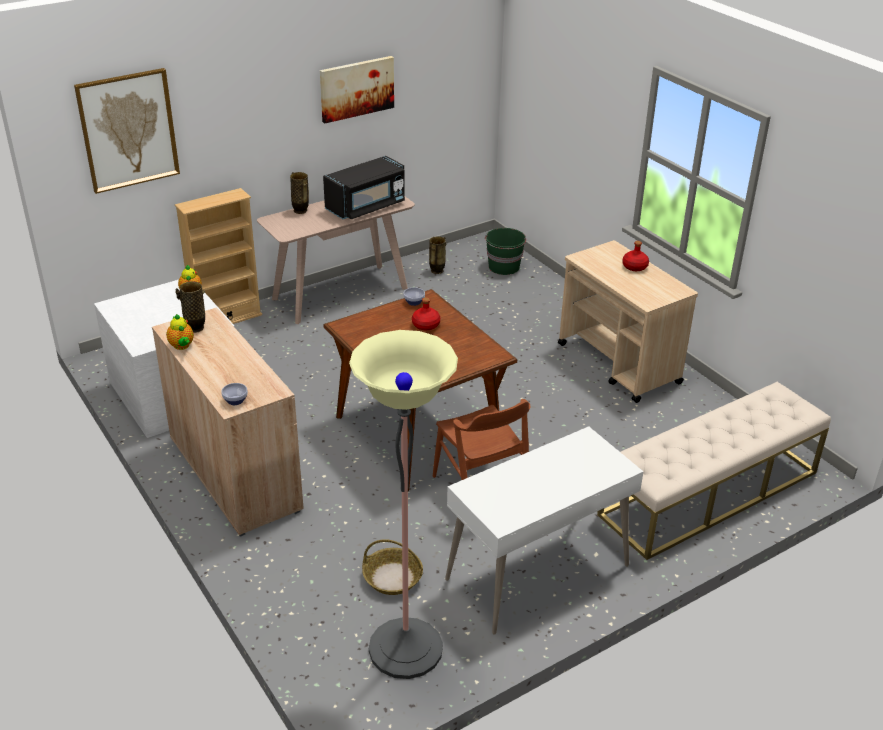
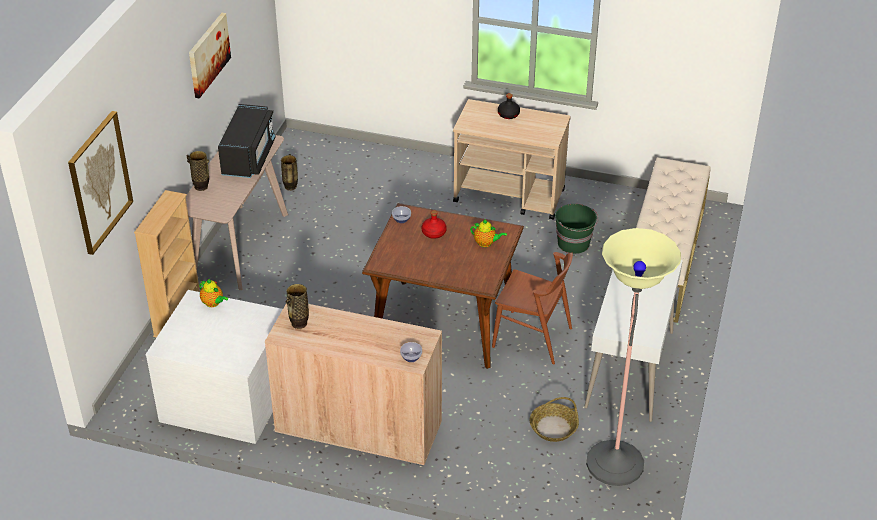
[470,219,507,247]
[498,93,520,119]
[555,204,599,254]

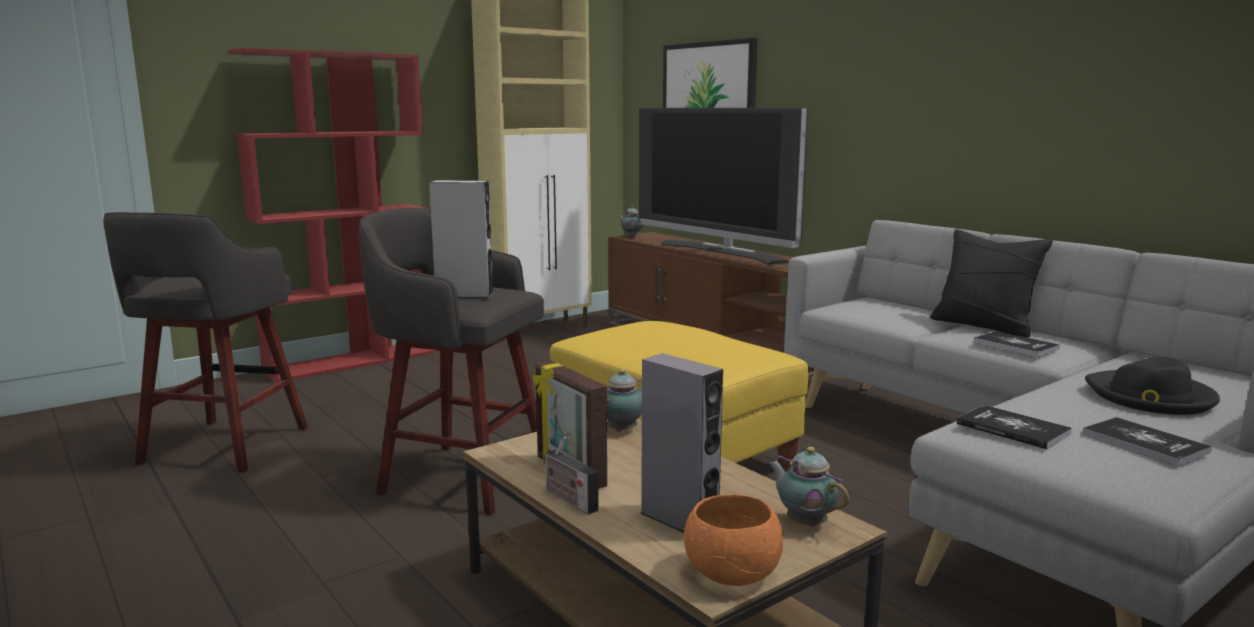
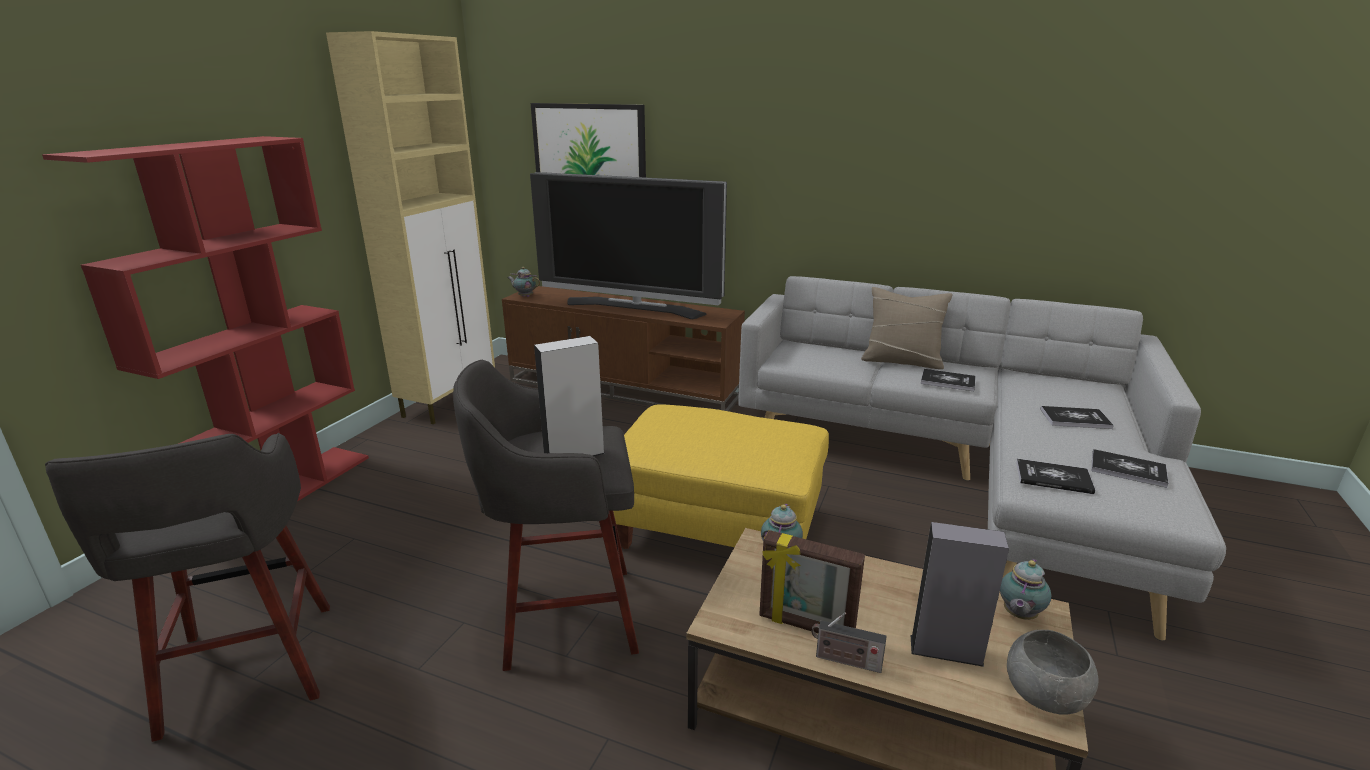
[861,287,953,369]
[1000,559,1051,620]
[1007,630,1098,714]
[1040,406,1114,429]

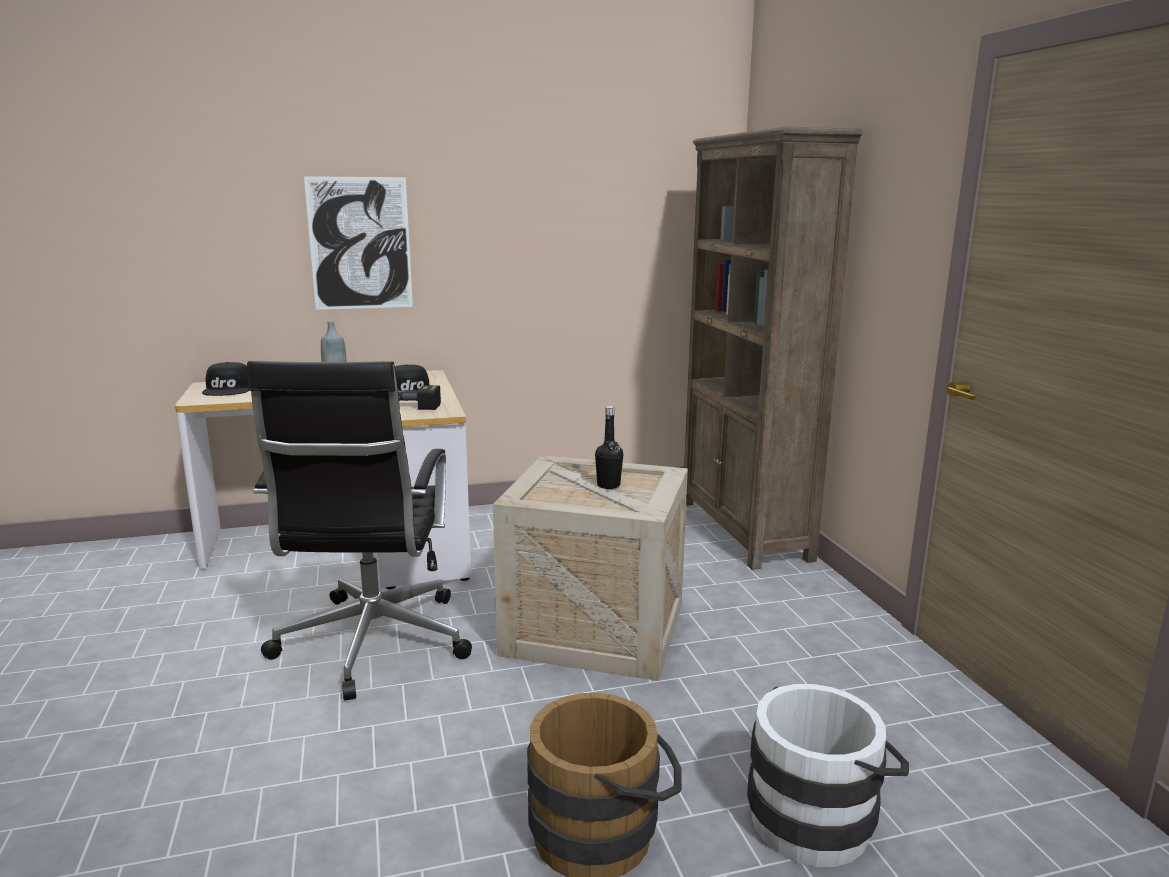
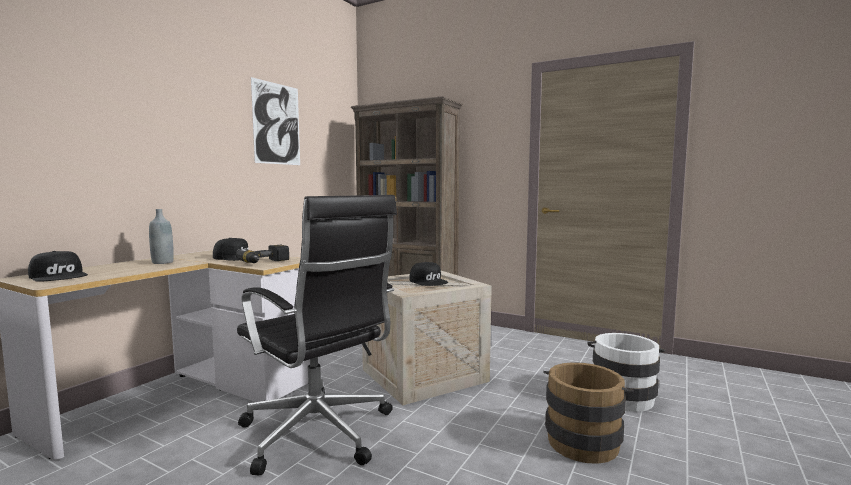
[251,77,300,165]
[409,262,448,286]

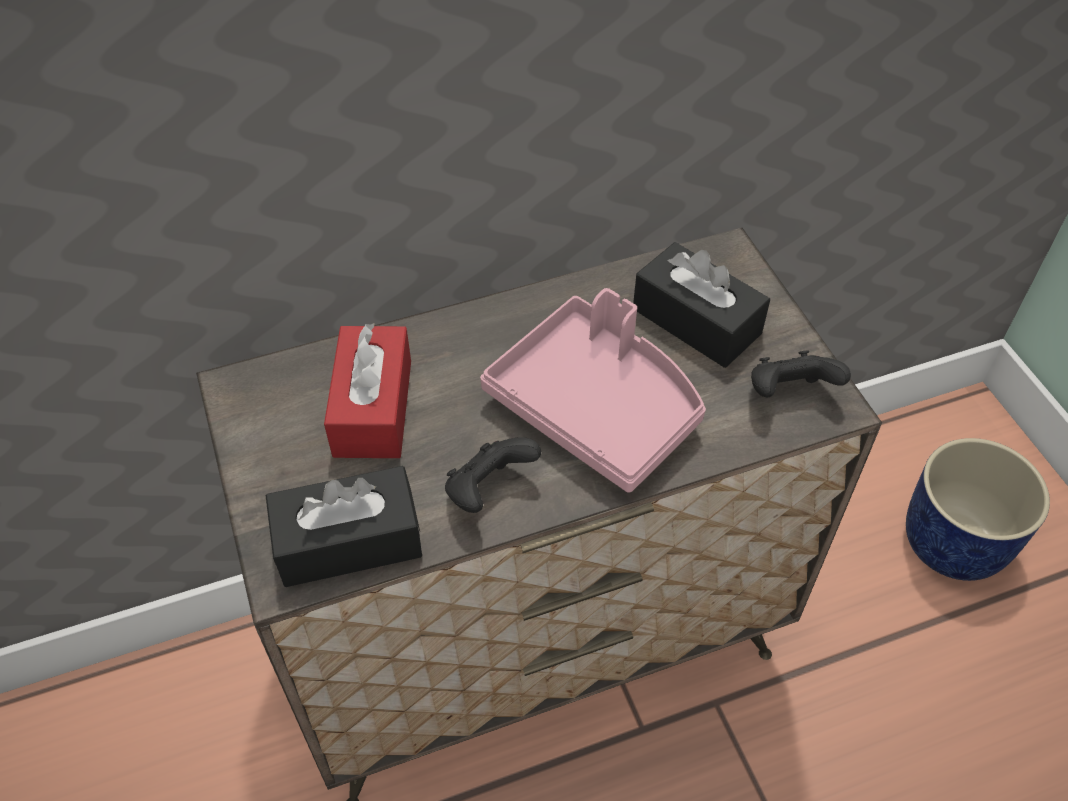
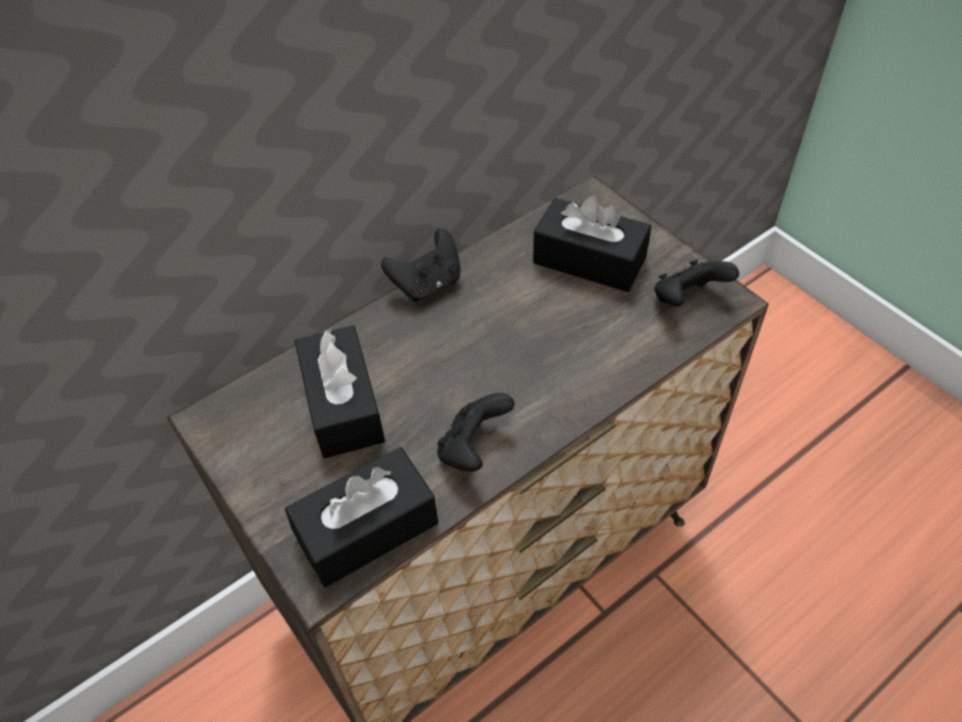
[295,325,385,458]
[381,228,461,302]
[480,288,706,492] (first image)
[906,438,1050,581] (first image)

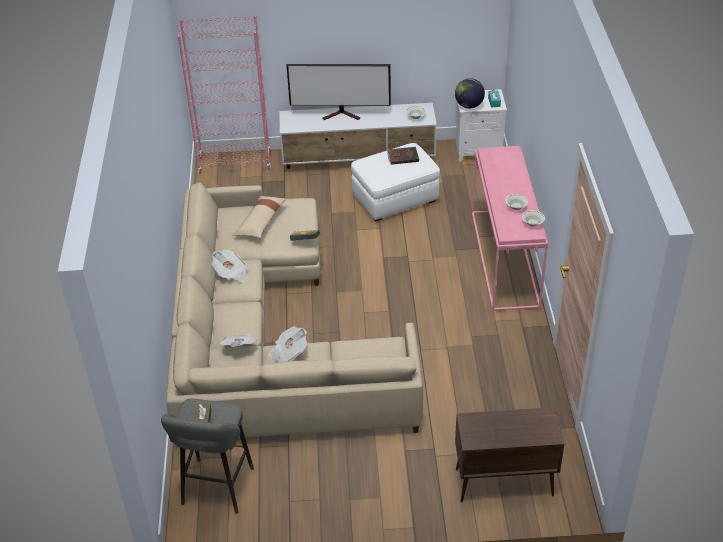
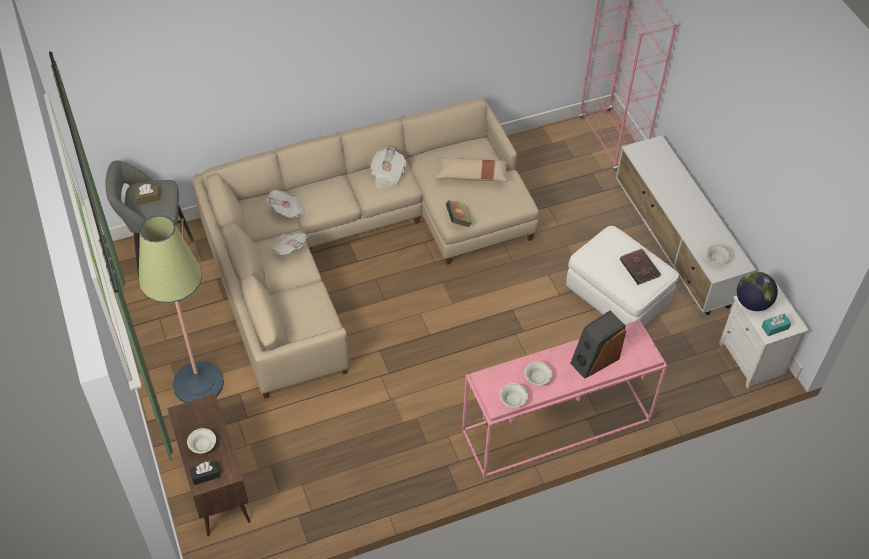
[138,215,224,403]
[187,428,216,453]
[190,460,220,485]
[570,310,626,379]
[286,64,391,120] (first image)

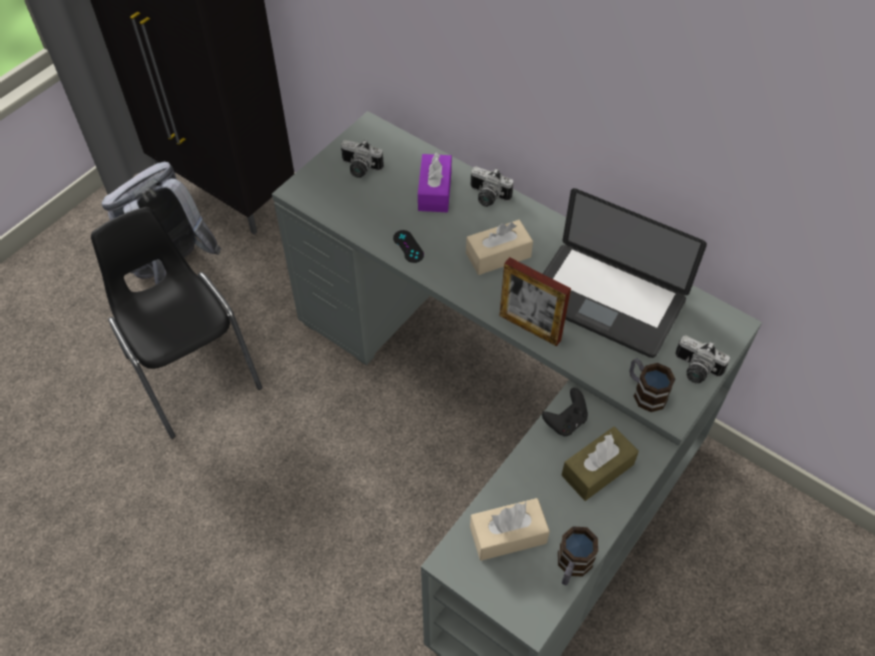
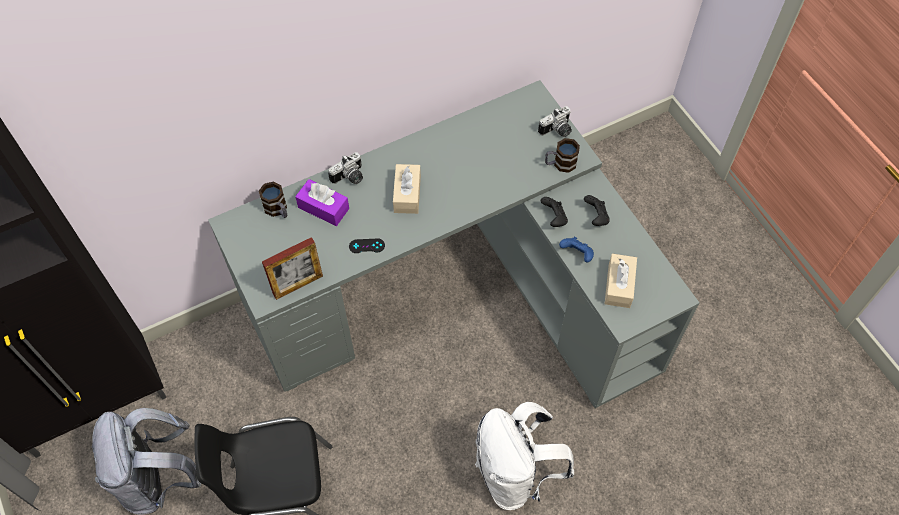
[259,182,287,218]
[262,237,323,300]
[475,402,574,510]
[559,237,594,262]
[584,195,610,226]
[341,140,384,178] (first image)
[543,188,707,358] (first image)

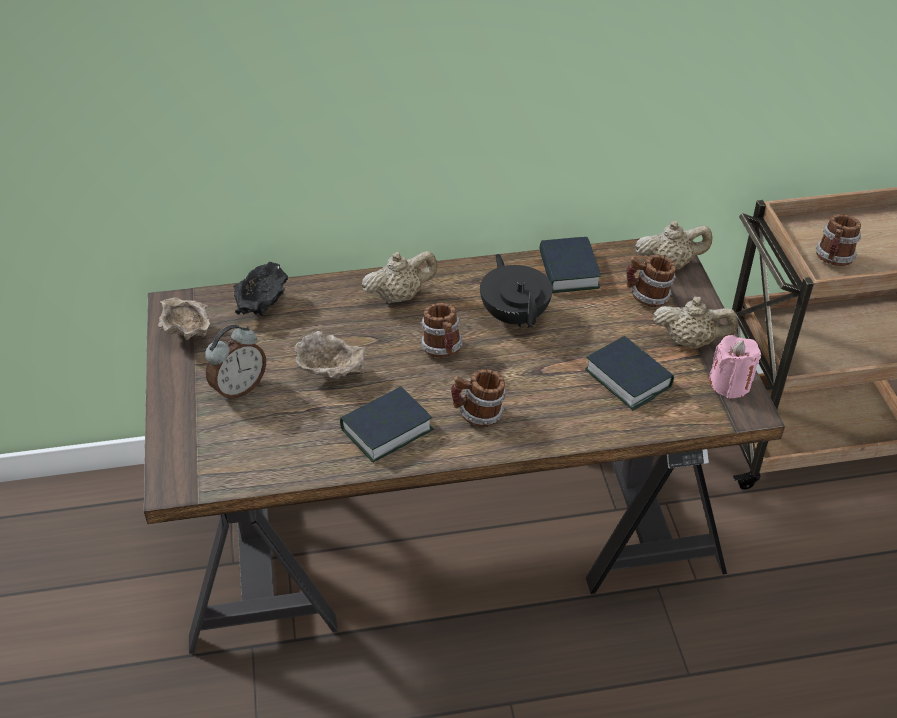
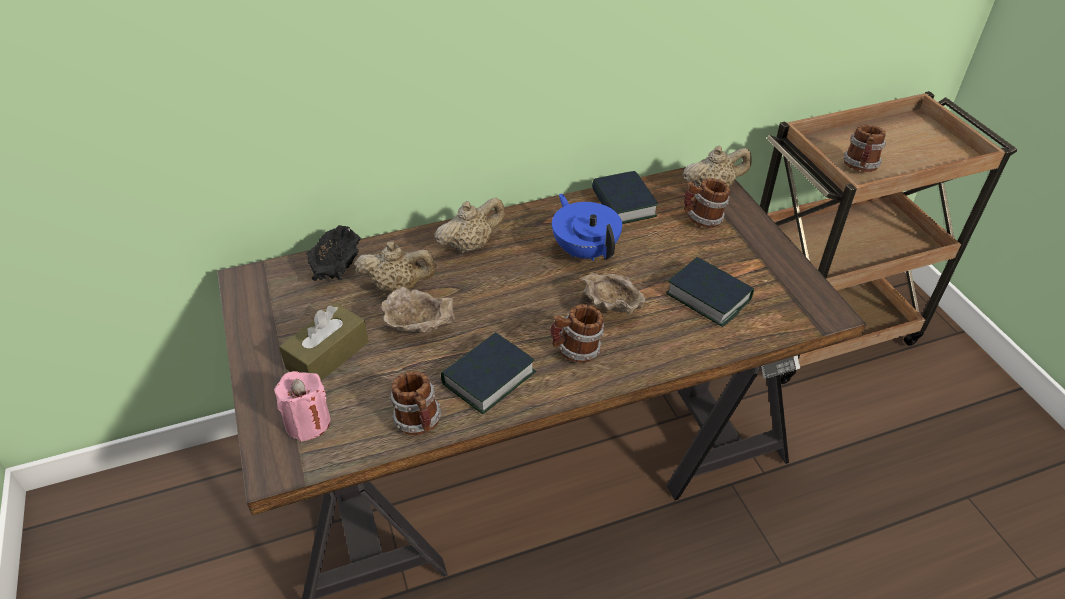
[274,371,331,442]
[279,303,369,381]
[355,241,437,292]
[389,371,441,435]
[552,194,622,261]
[581,273,645,315]

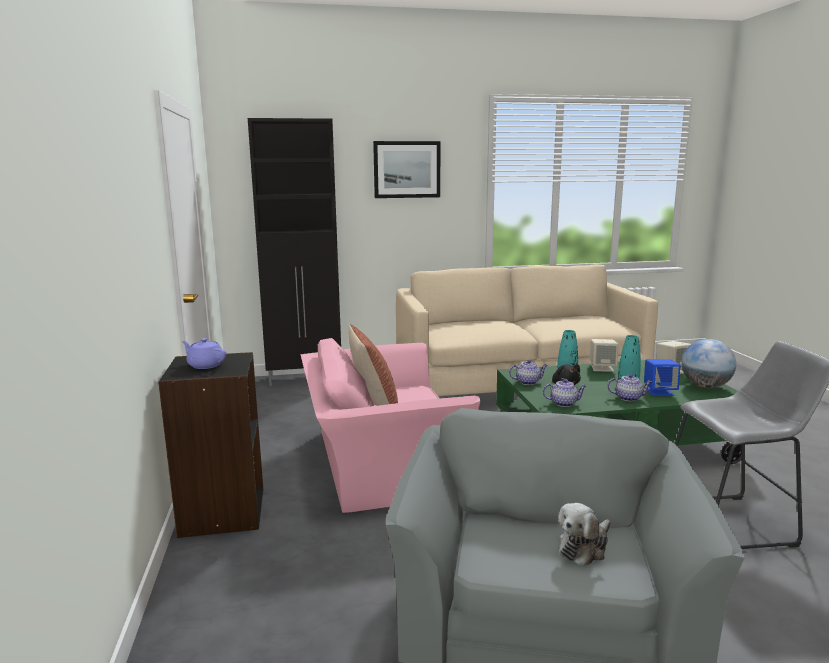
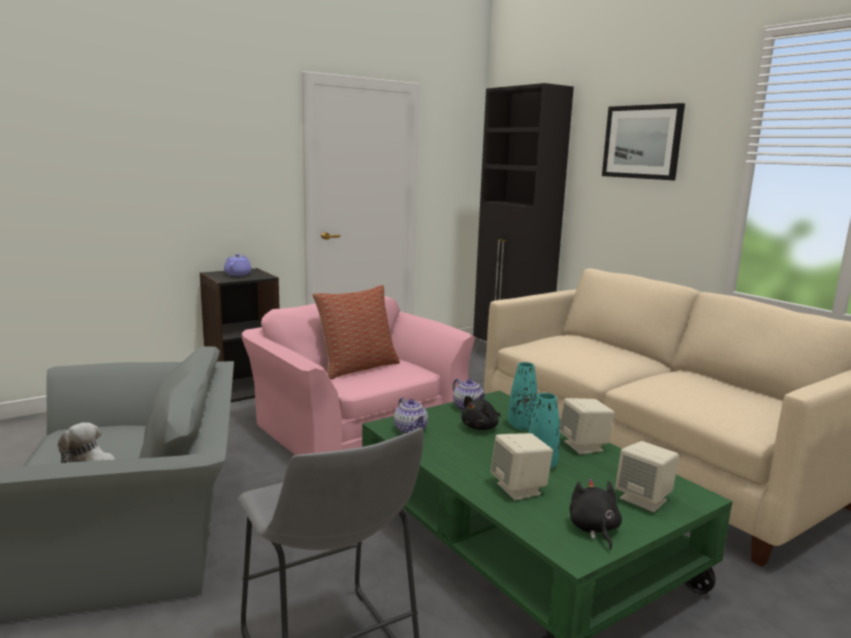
[491,433,553,500]
[570,479,622,550]
[607,374,652,401] (first image)

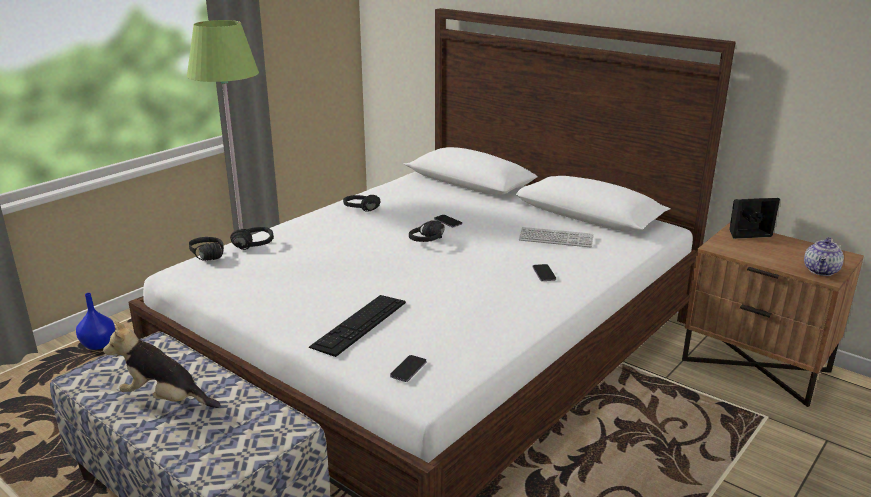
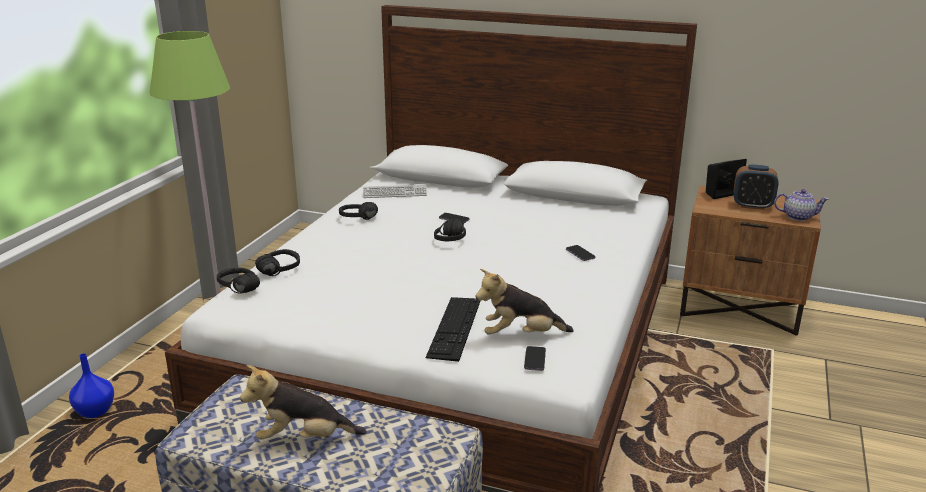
[363,185,427,198]
[476,269,574,335]
[734,165,779,210]
[774,189,829,221]

